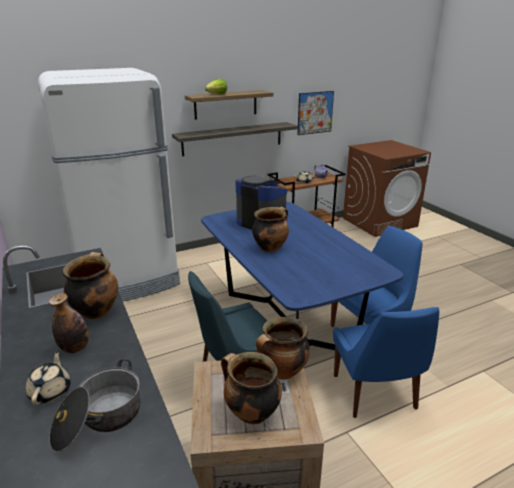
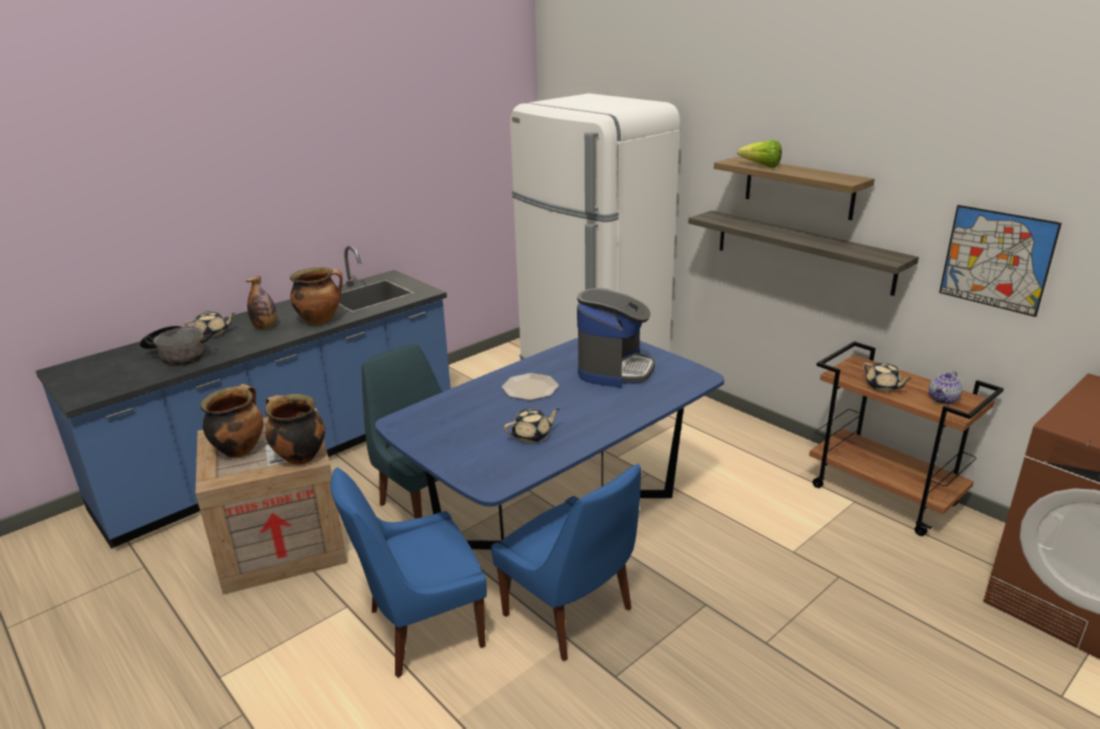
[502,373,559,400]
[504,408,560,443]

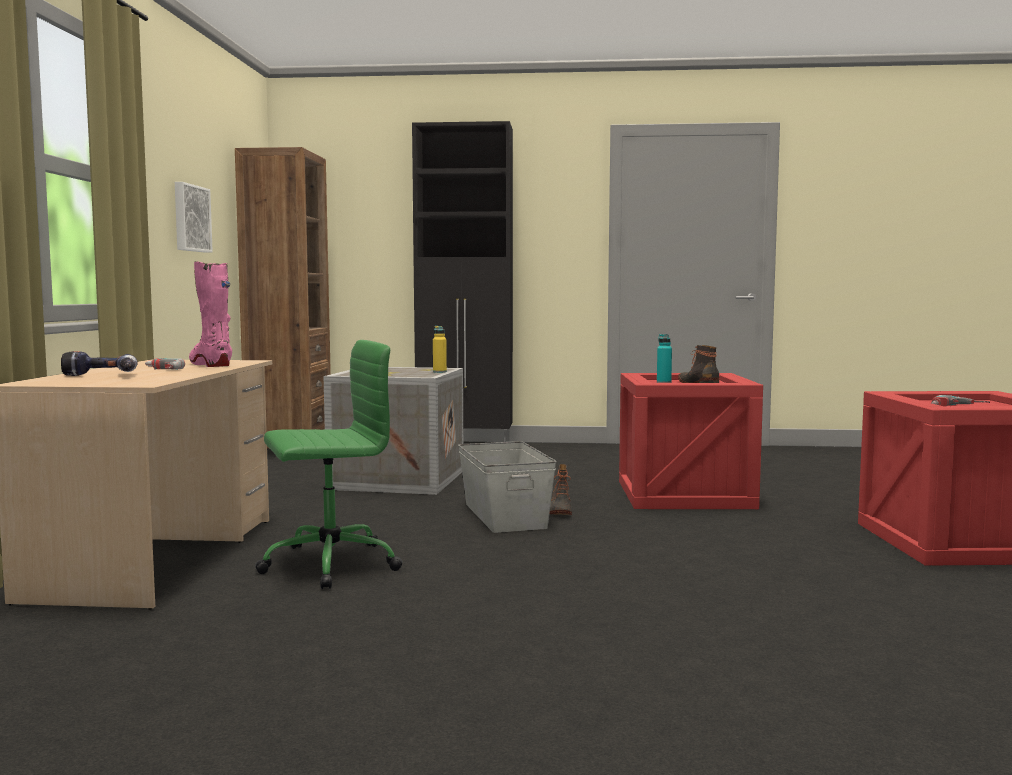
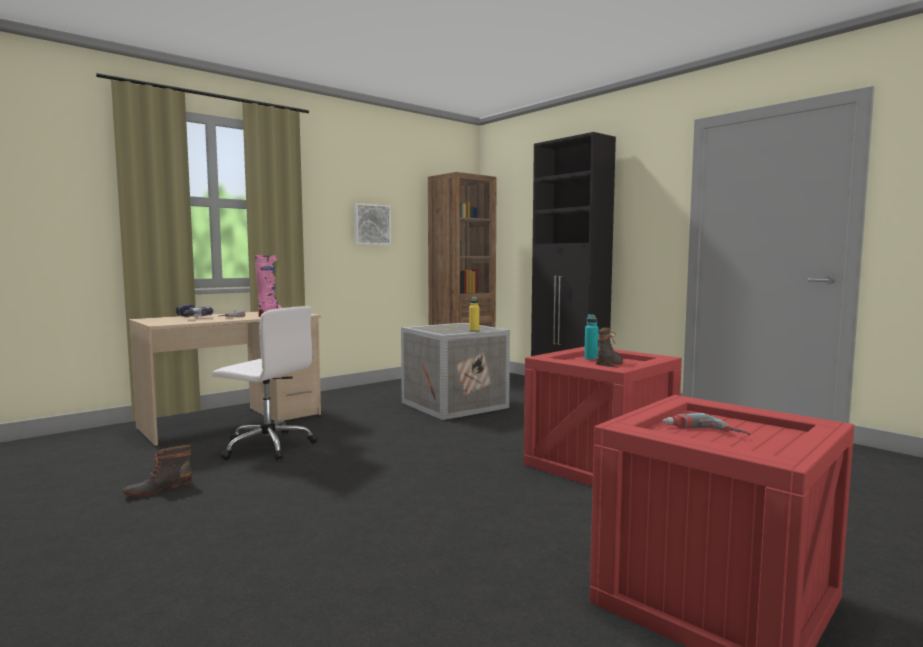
[123,445,192,497]
[212,306,318,460]
[458,441,557,533] (first image)

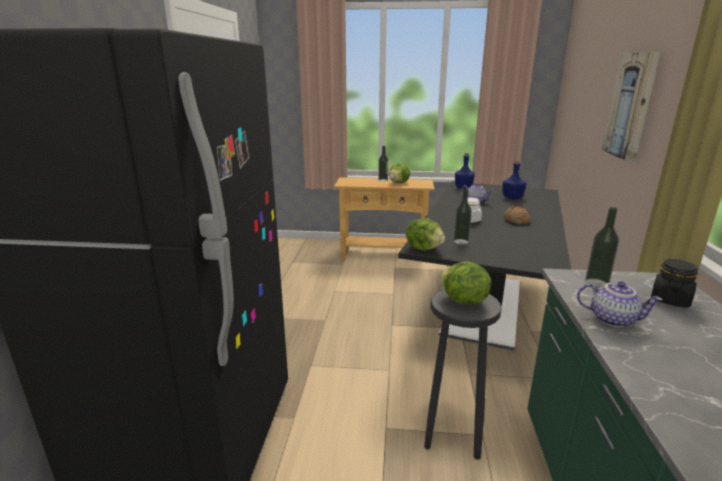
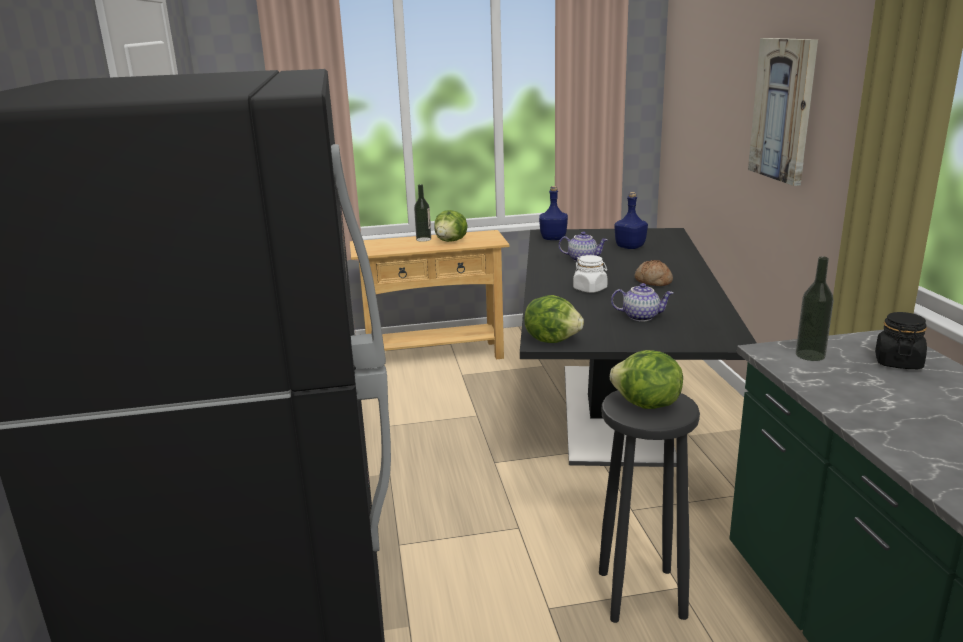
[611,283,673,322]
[454,189,472,245] (first image)

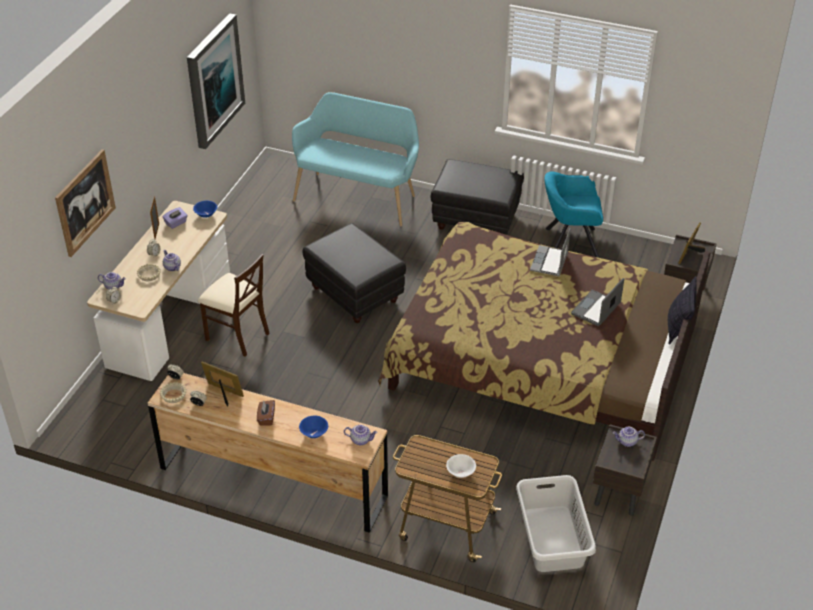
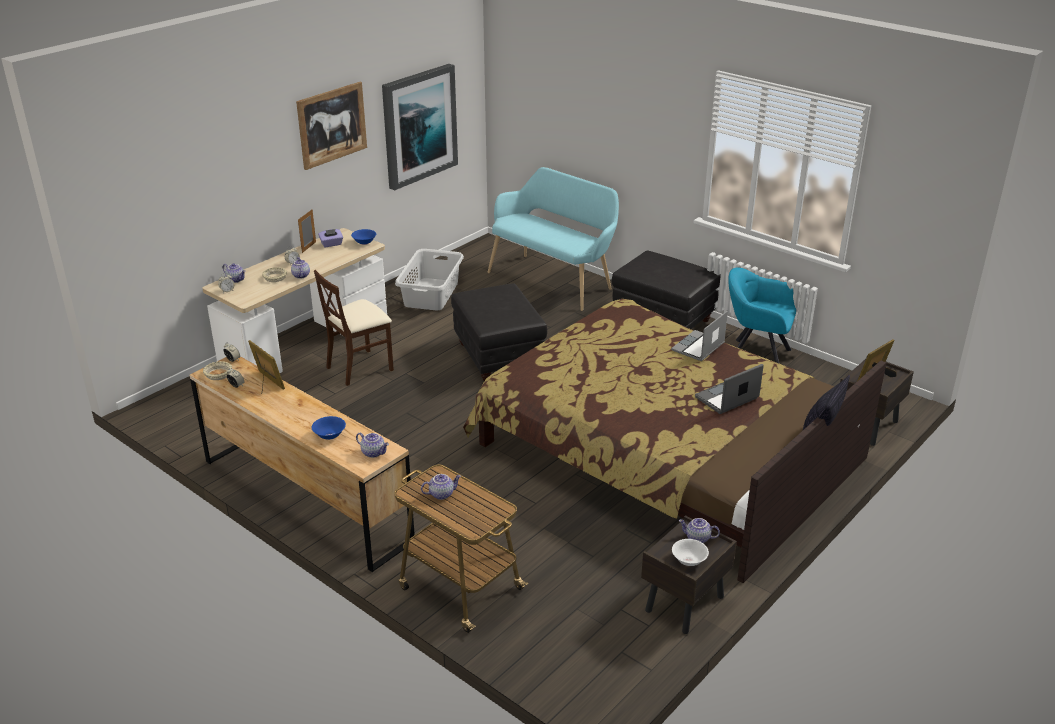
[296,82,367,170]
[314,270,394,386]
[395,249,464,310]
[421,474,461,500]
[672,539,709,566]
[257,400,275,426] (first image)

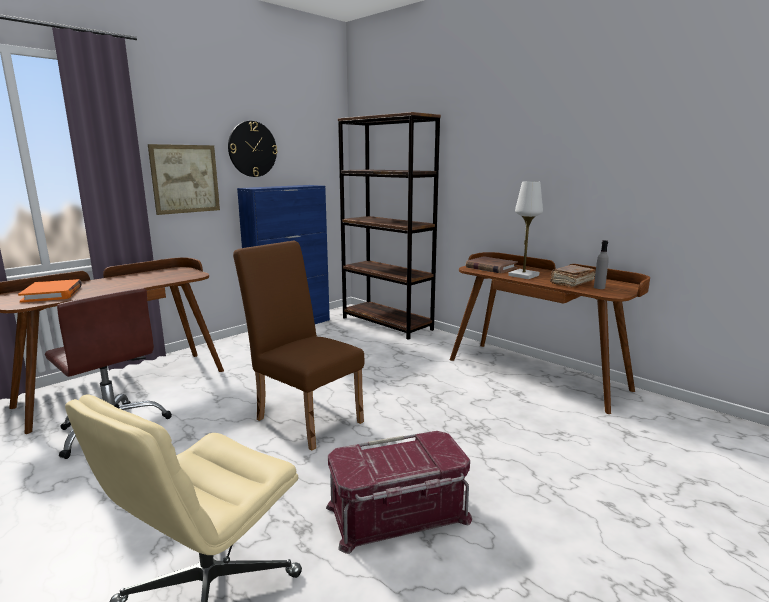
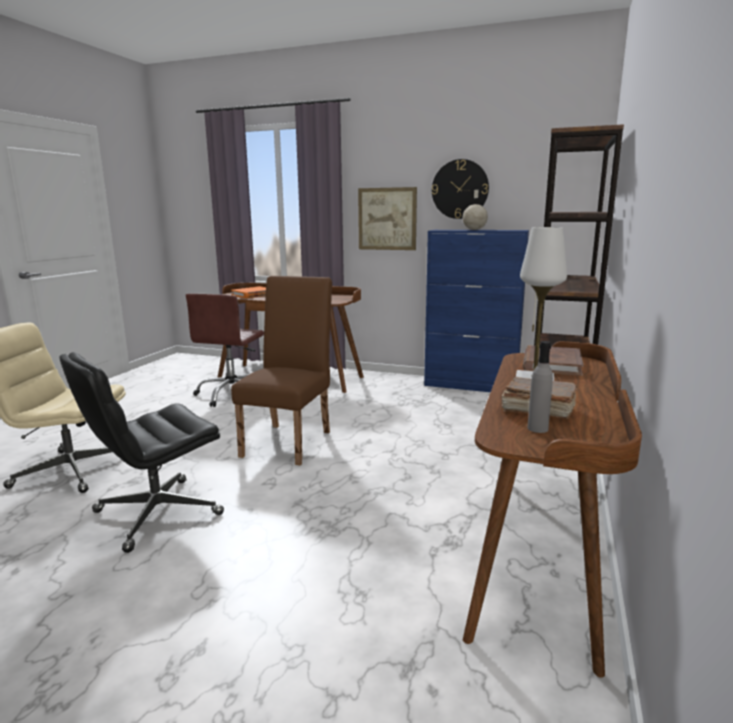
[60,352,224,553]
[463,190,488,230]

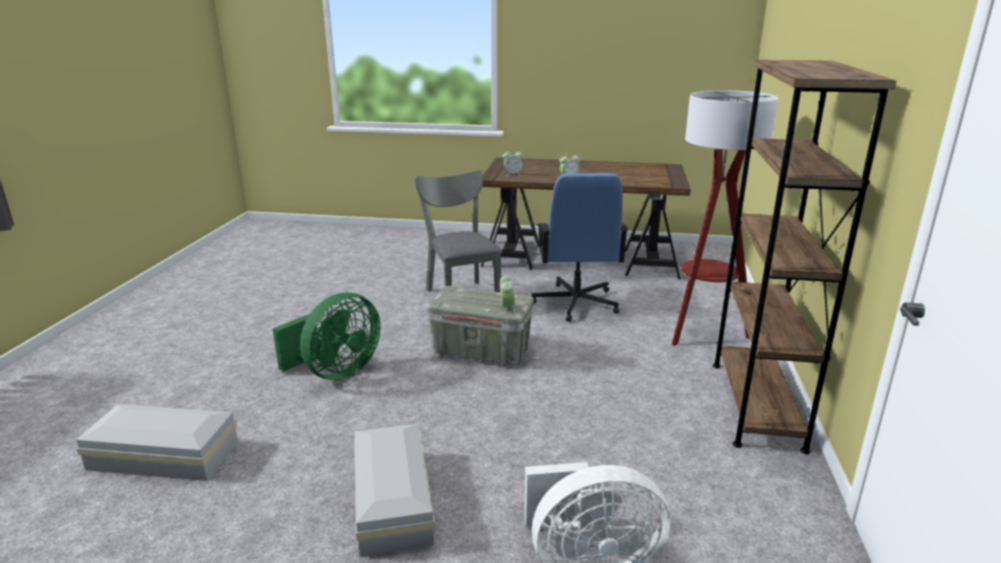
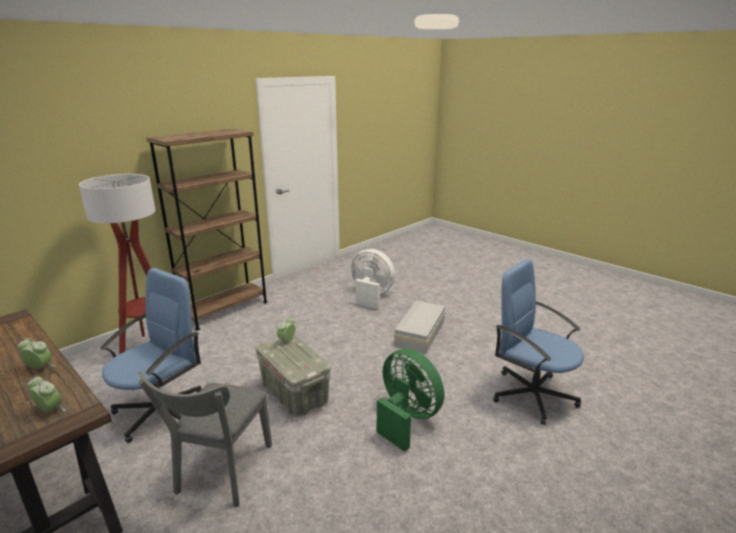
[377,349,444,452]
[493,259,584,425]

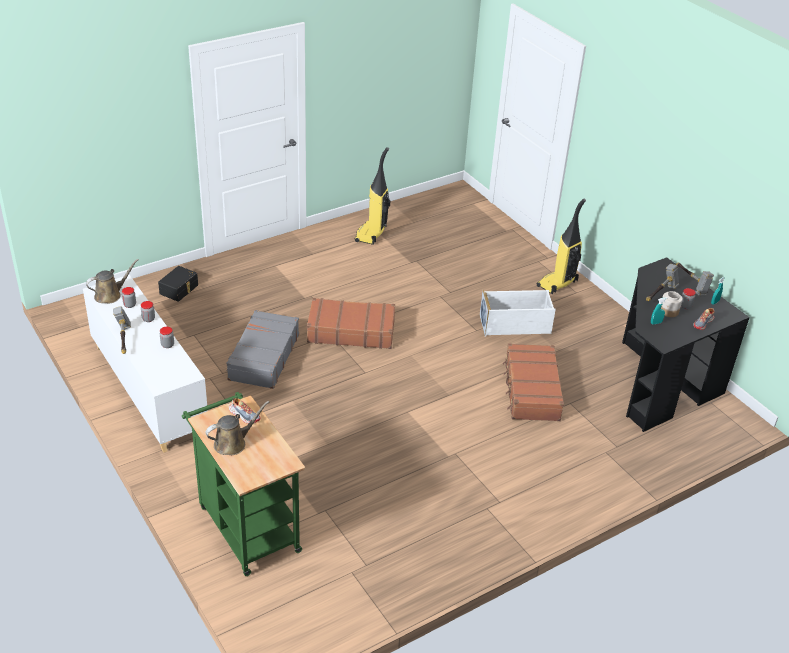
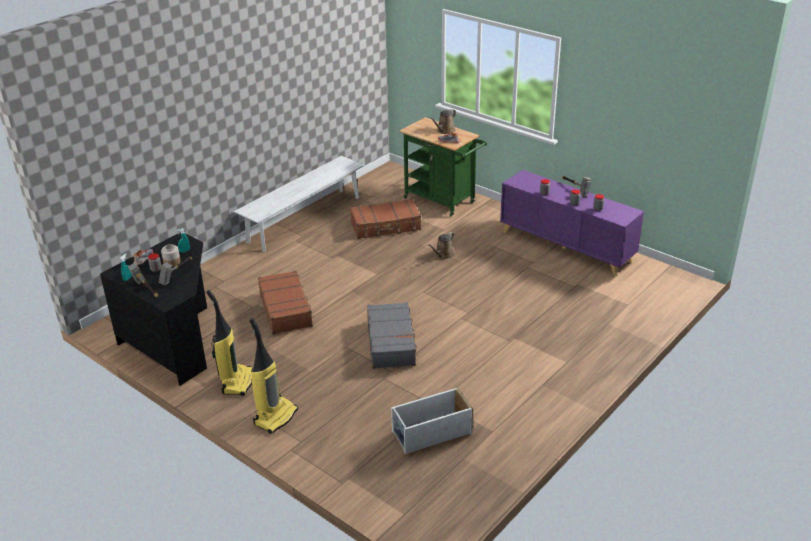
[206,290,253,396]
[234,156,365,252]
[350,199,421,239]
[367,302,419,369]
[391,386,473,454]
[428,232,454,259]
[500,170,644,276]
[158,266,198,302] (first image)

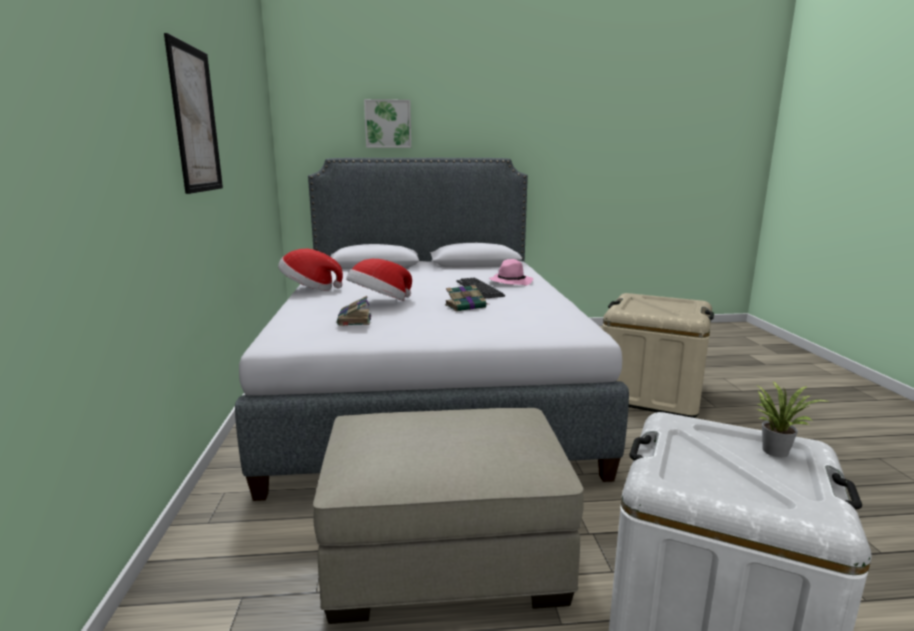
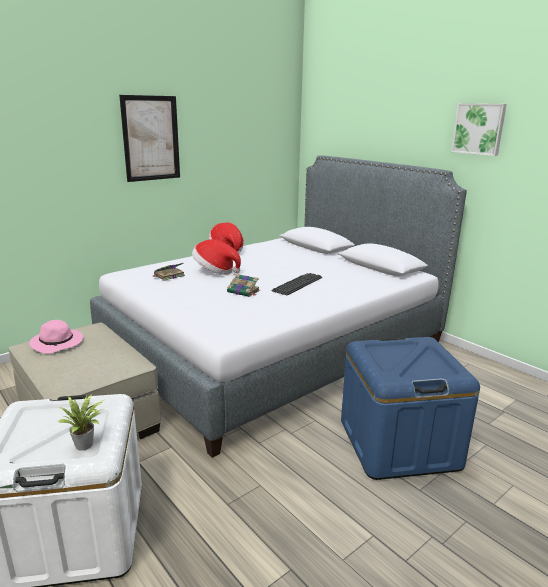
[30,320,83,354]
[341,337,480,480]
[451,103,507,156]

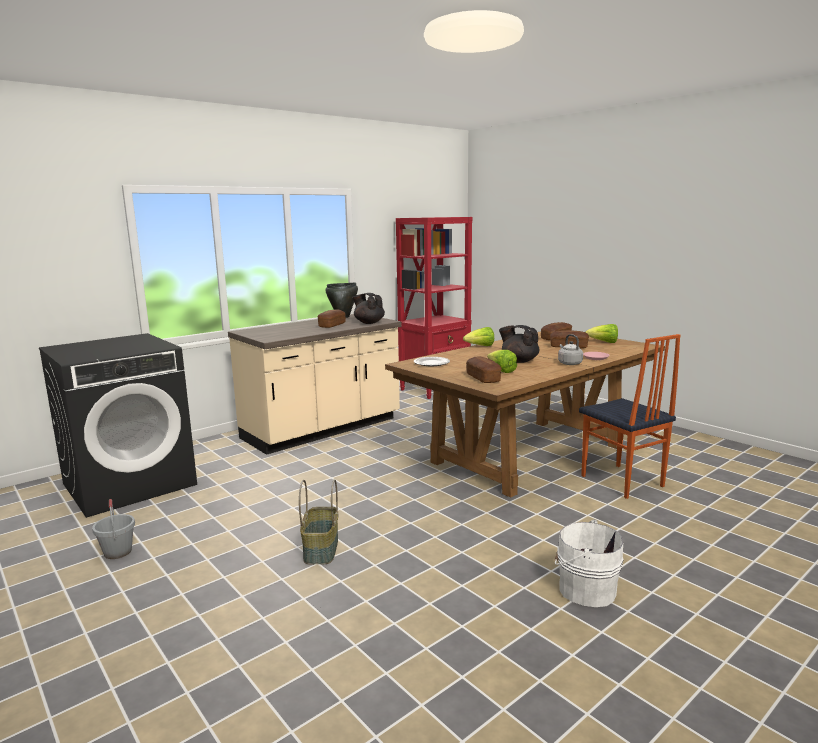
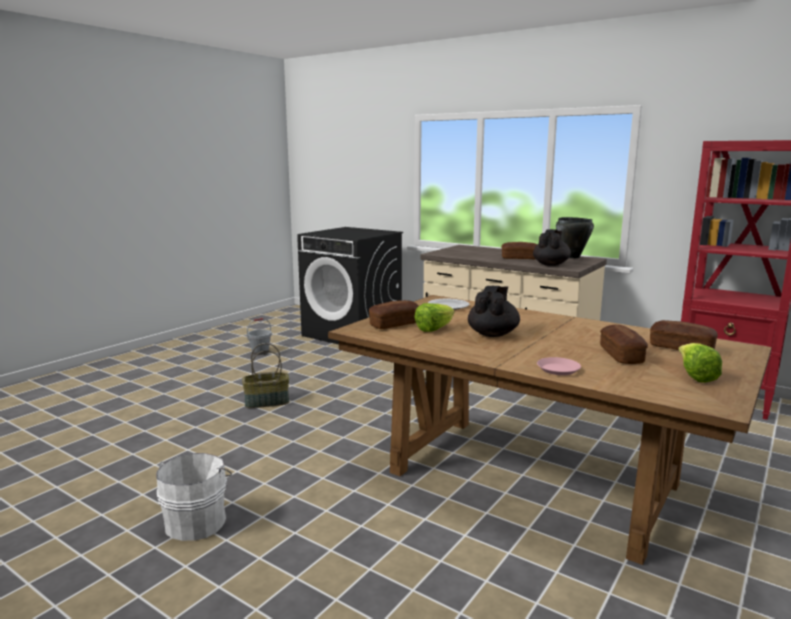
[463,327,494,346] (first image)
[558,334,583,365] (first image)
[579,334,680,499] (first image)

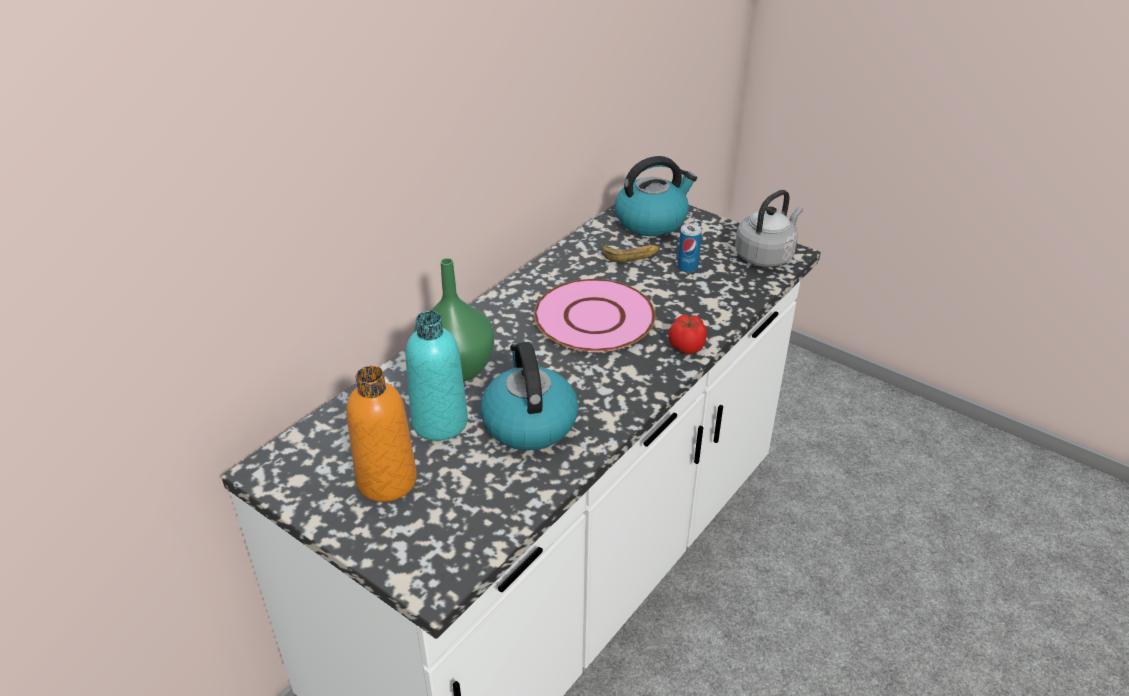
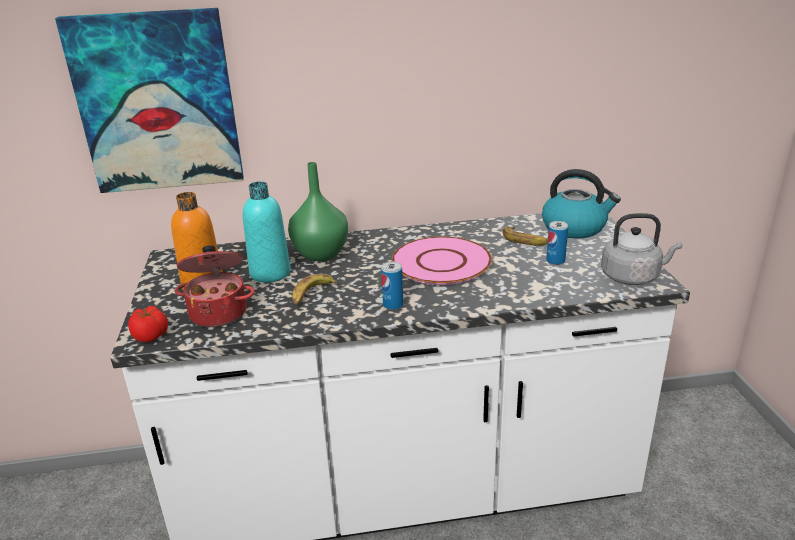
[55,8,244,193]
[128,306,168,342]
[175,245,255,327]
[292,274,337,305]
[381,262,403,310]

